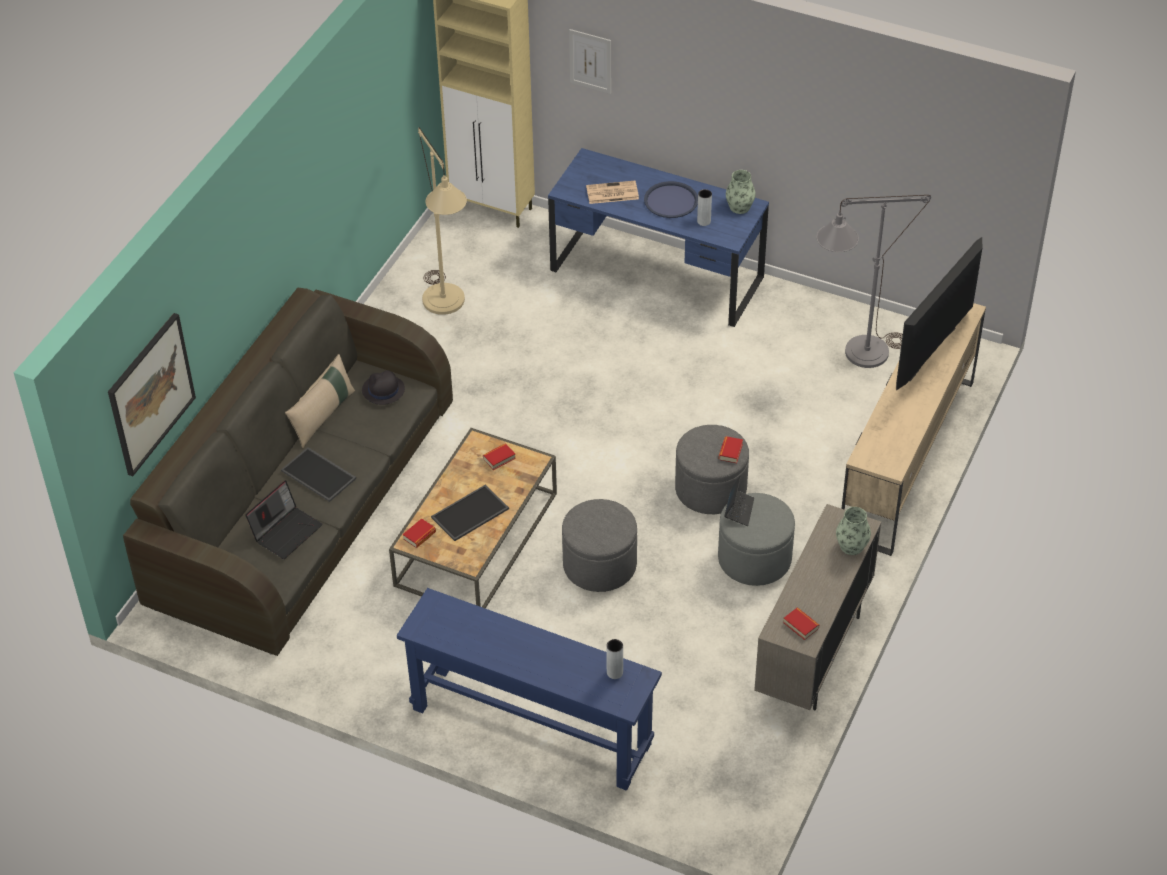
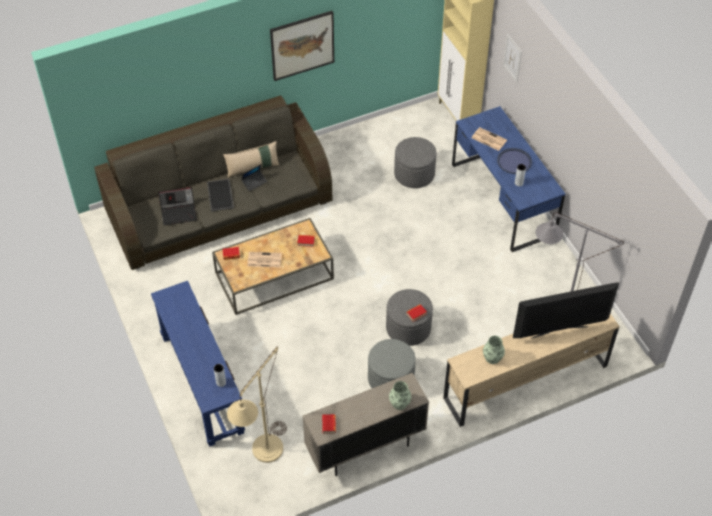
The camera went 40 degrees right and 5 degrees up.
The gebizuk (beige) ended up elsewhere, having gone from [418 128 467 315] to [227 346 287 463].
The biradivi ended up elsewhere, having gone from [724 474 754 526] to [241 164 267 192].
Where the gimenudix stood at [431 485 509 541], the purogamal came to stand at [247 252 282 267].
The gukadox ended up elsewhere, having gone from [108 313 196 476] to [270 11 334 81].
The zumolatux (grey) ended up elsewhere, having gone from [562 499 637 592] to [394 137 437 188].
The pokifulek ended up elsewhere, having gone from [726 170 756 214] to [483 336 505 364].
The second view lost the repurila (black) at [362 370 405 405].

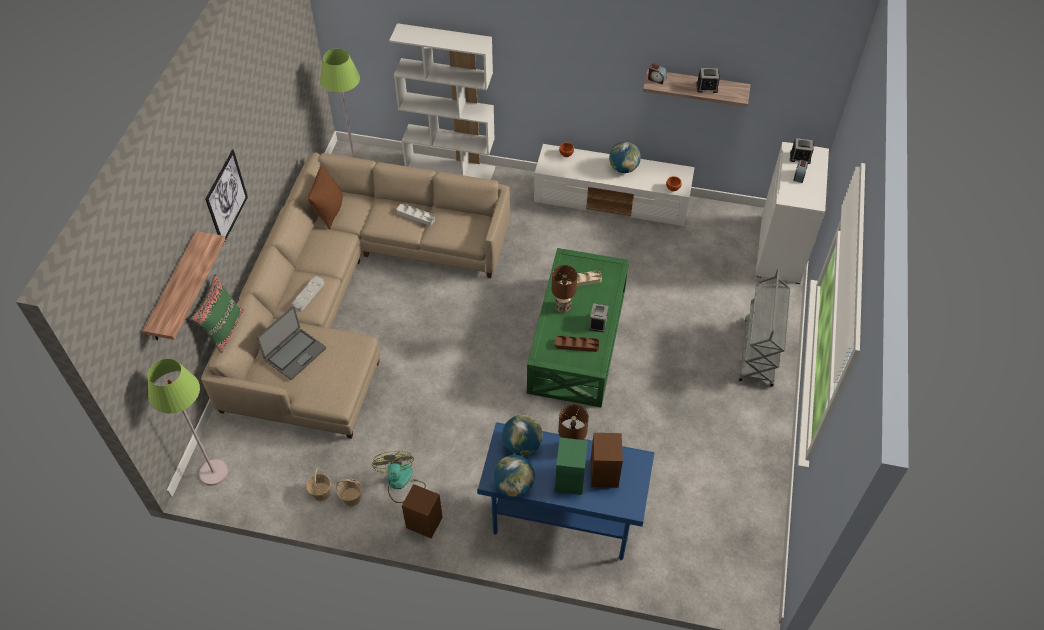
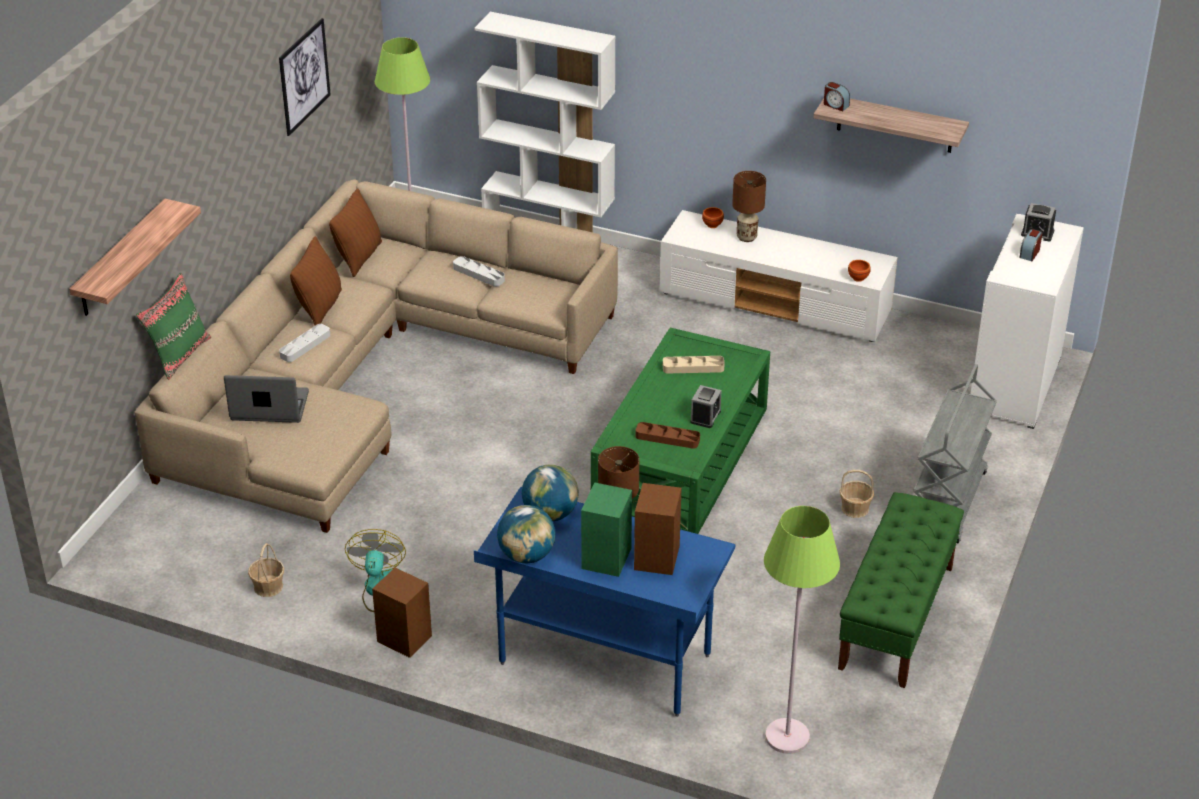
The camera went 10 degrees right and 15 degrees down.
The biradivi at [257 306 326 380] ended up facing another way, 135 degrees counterclockwise from before.
The gukadox ended up elsewhere, having gone from [205 149 248 245] to [279 18 331 136].
The second view gained the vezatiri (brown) at [290 236 342 325].
The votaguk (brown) ended up elsewhere, having gone from [552 265 577 313] to [732 171 766 242].
The gebizuk (green) ended up elsewhere, having gone from [148 359 228 485] to [764 506 840 754].
The second view gained the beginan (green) at [838 492 964 688].
The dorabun ended up elsewhere, having gone from [336 479 362 507] to [840 470 874 518].
The second view lost the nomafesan at [609 142 641 173].
The second view lost the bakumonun at [696 68 720 93].

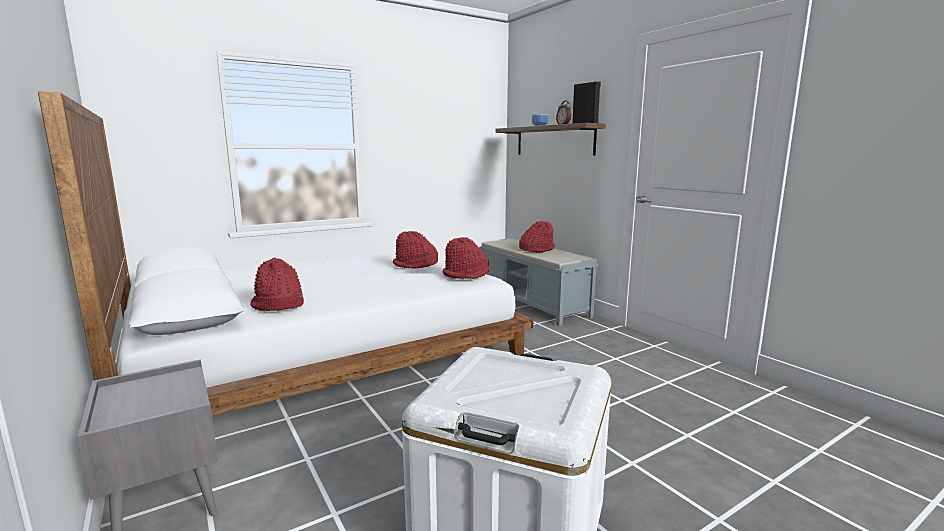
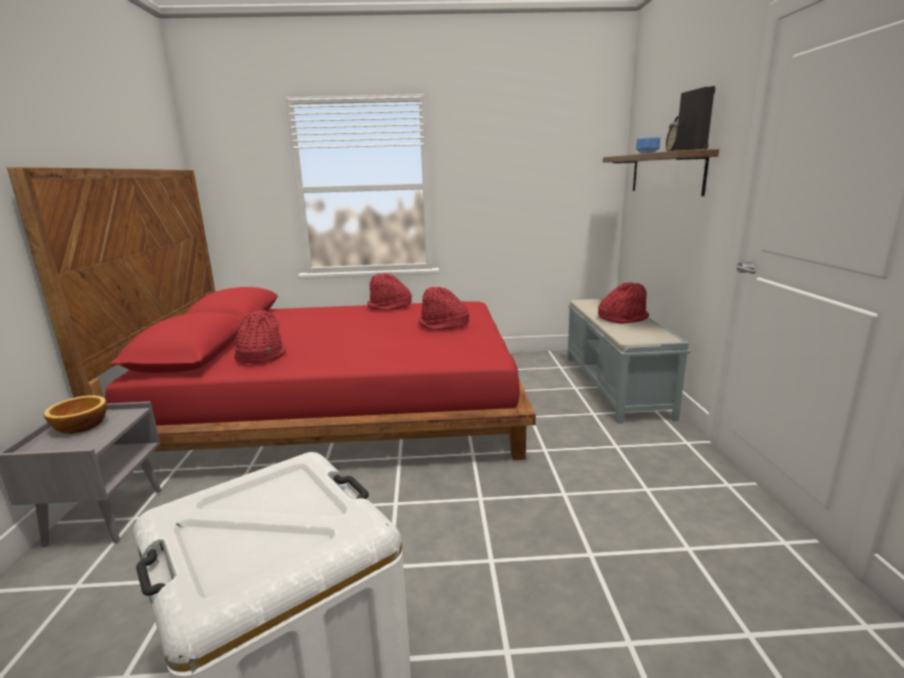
The camera went 30 degrees right and 5 degrees up.
What was the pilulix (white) at [38 91 533 416] turned into the pilulix (red) at [7 167 536 460].
The second view gained the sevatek at [44 395 107 434].
The repurila (red) ended up elsewhere, having gone from [443 237 489 279] to [367 273 412 310].

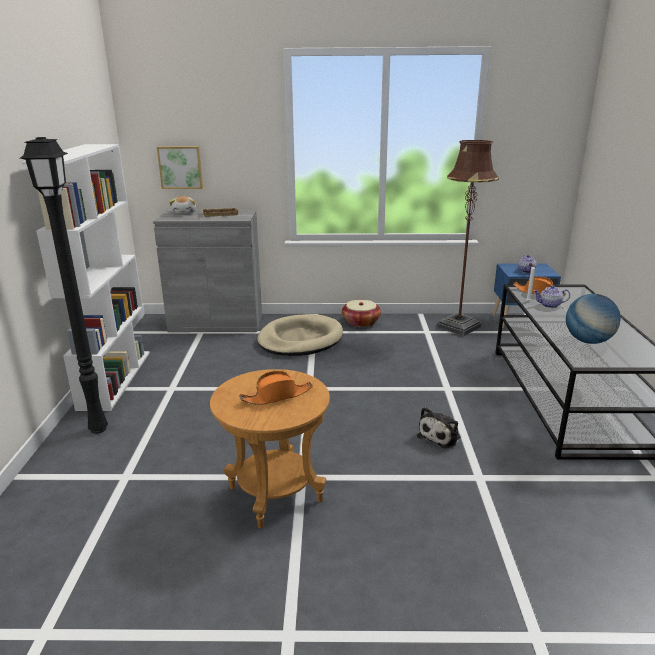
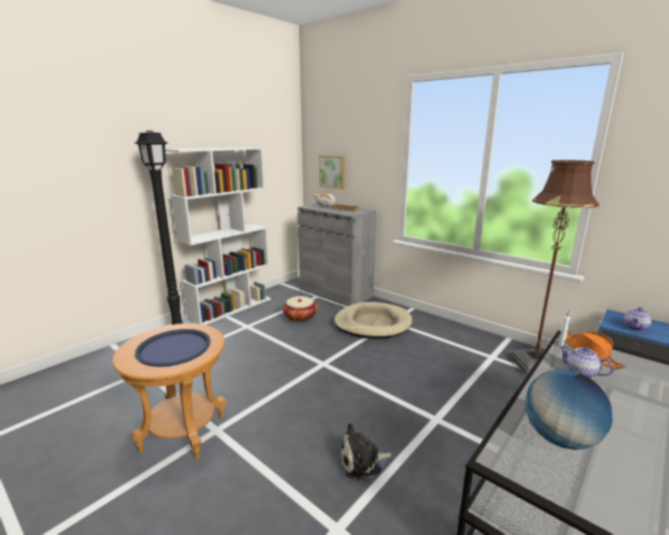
The camera went 40 degrees right and 5 degrees down.
Where the repurila (orange) stood at [239 371 313 405], the gimenudix (blue) came to stand at [135 329 211 367].
The dorabun ended up elsewhere, having gone from [342 300 381 327] to [282 296 318 322].

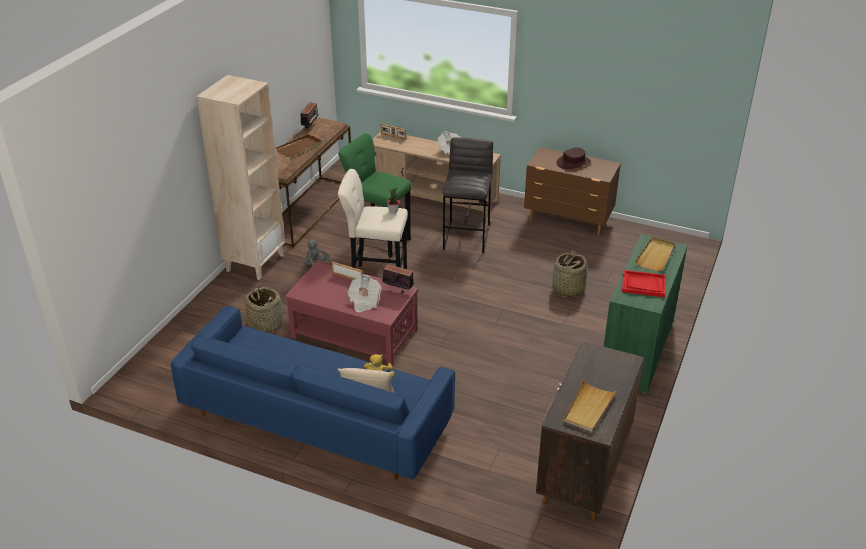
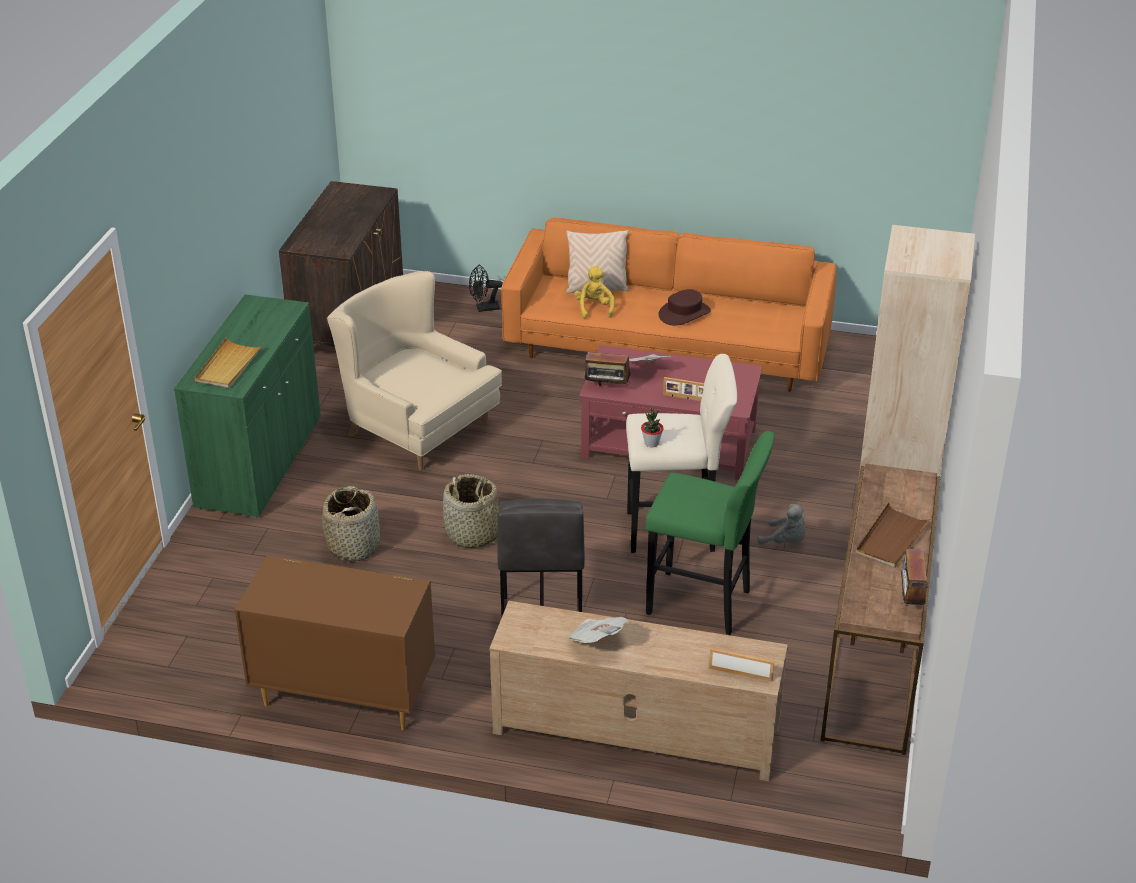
The camera went 170 degrees right and 0 degrees up.
The second view gained the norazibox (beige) at [327 271 502 470].
The dorabun ended up elsewhere, having gone from [245 287 283 333] to [443 474 499 548].
The second view gained the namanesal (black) at [469 265 503 312].
What was the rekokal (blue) at [171 306 455 480] turned into the rekokal (orange) at [501 217 836 392].
The repurila (brown) ended up elsewhere, having gone from [556 147 591 169] to [659 289 711 326].
The second view lost the gimenudix (beige) at [564 380 617 432].
The second view lost the gimenudix (red) at [622 270 665 297].

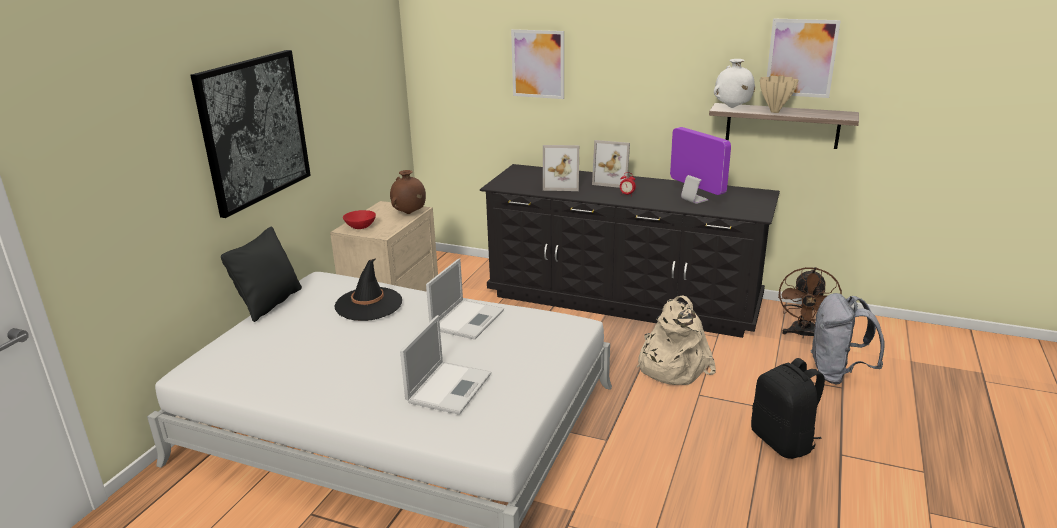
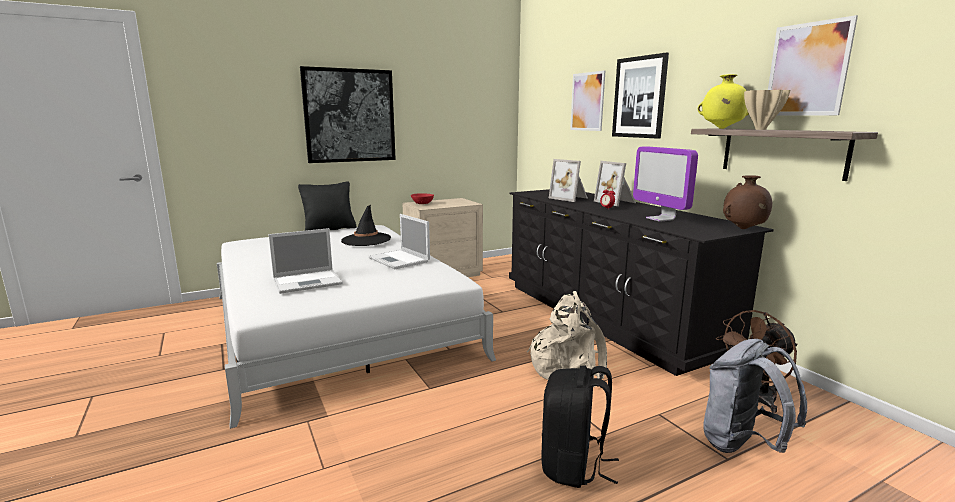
The camera went 40 degrees right and 10 degrees down.
The biradivi at [426 258 504 340] ended up facing another way, 75 degrees clockwise from before.
The second view gained the gukadox at [612 53 669 139].
The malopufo at [670 127 731 204] ended up facing another way, 150 degrees clockwise from before.
What was the pokifulek (white) at [714 59 755 108] turned into the pokifulek (yellow) at [698 74 749 129].
The pokifulek (brown) ended up elsewhere, having gone from [390 170 426 214] to [723 175 772 229].

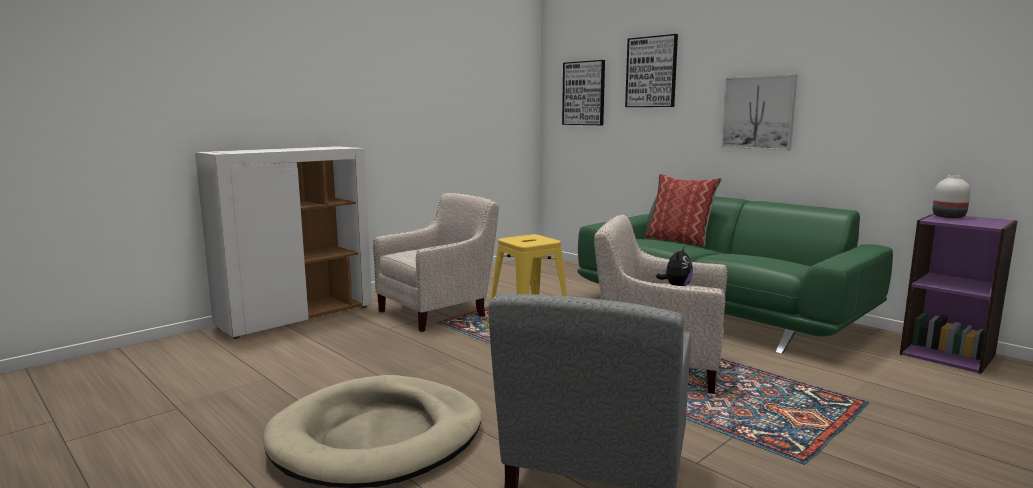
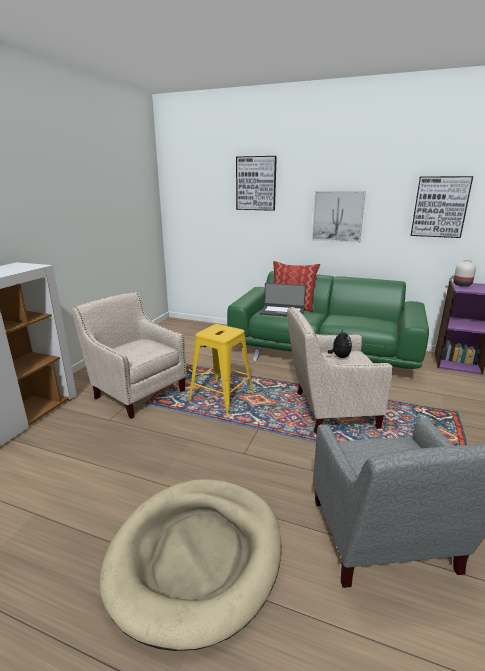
The camera went 25 degrees left and 10 degrees up.
The norazibox (beige) at [373 193 499 332] ended up facing another way, 75 degrees counterclockwise from before.
The second view gained the biradivi at [260 283 306 316].
The gukadox ended up elsewhere, having gone from [562 60 605 125] to [411 176 473 238].

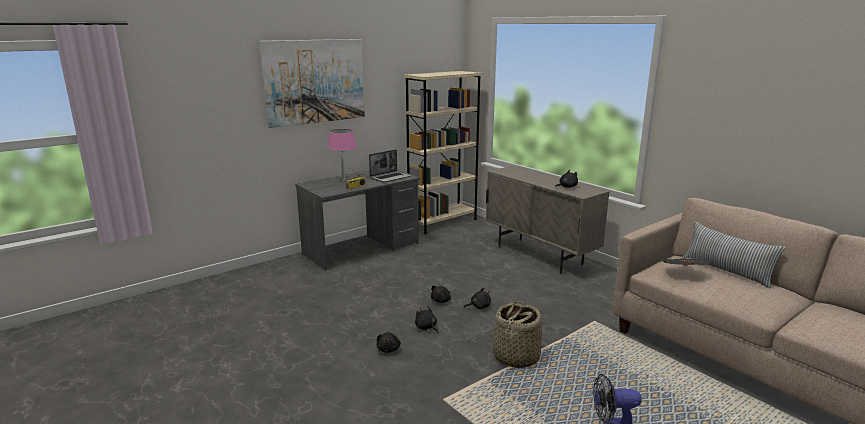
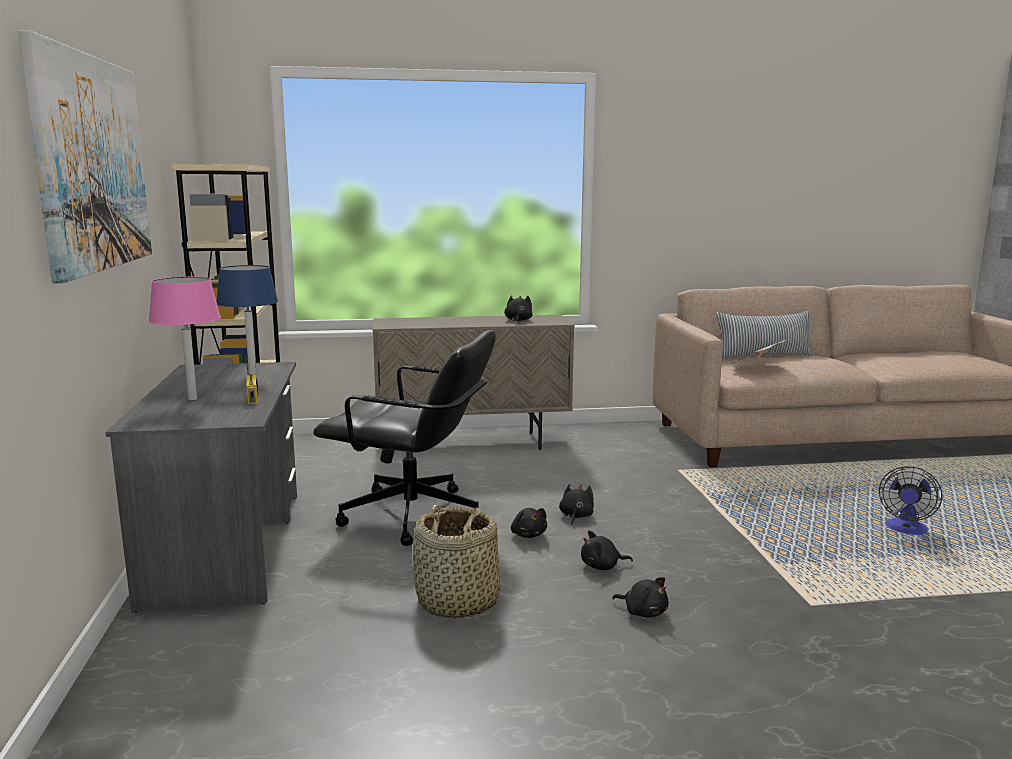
The camera went 60 degrees left and 5 degrees down.
Where the biradivi stood at [369 150 411 183], the votaguk (blue) came to stand at [216 265 278 374].
The second view gained the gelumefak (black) at [313 330 496 546].
The dorabun ended up elsewhere, having gone from [493 301 542 368] to [413 505 500 618].

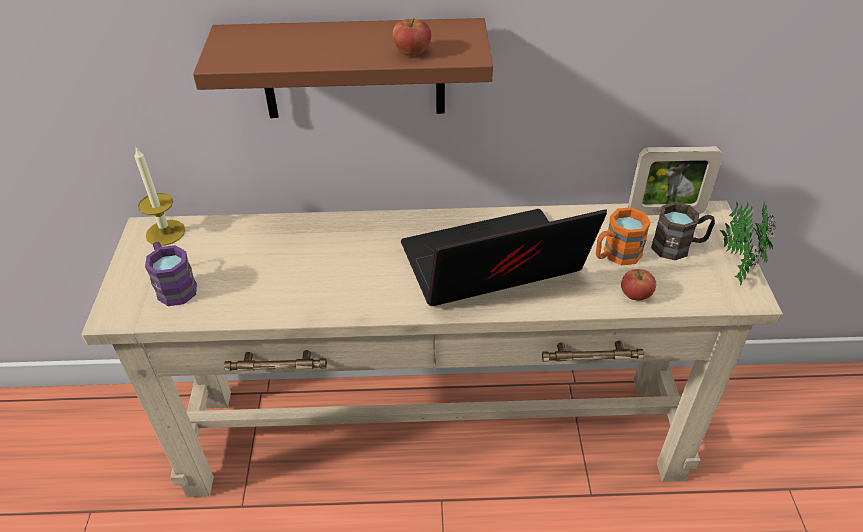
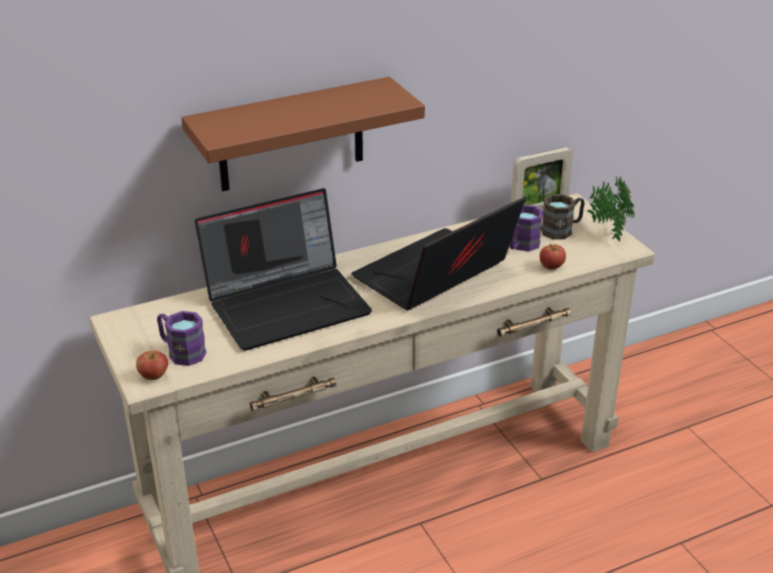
The camera went 25 degrees left and 10 degrees down.
The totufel ended up elsewhere, having gone from [393 18 431 56] to [136 350 168 380].
The second view gained the biradivi at [195 188 372 351].
What was the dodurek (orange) at [596 207 651 265] turned into the dodurek (purple) at [509 205 543 251].
The second view lost the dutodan at [134 146 185 246].

